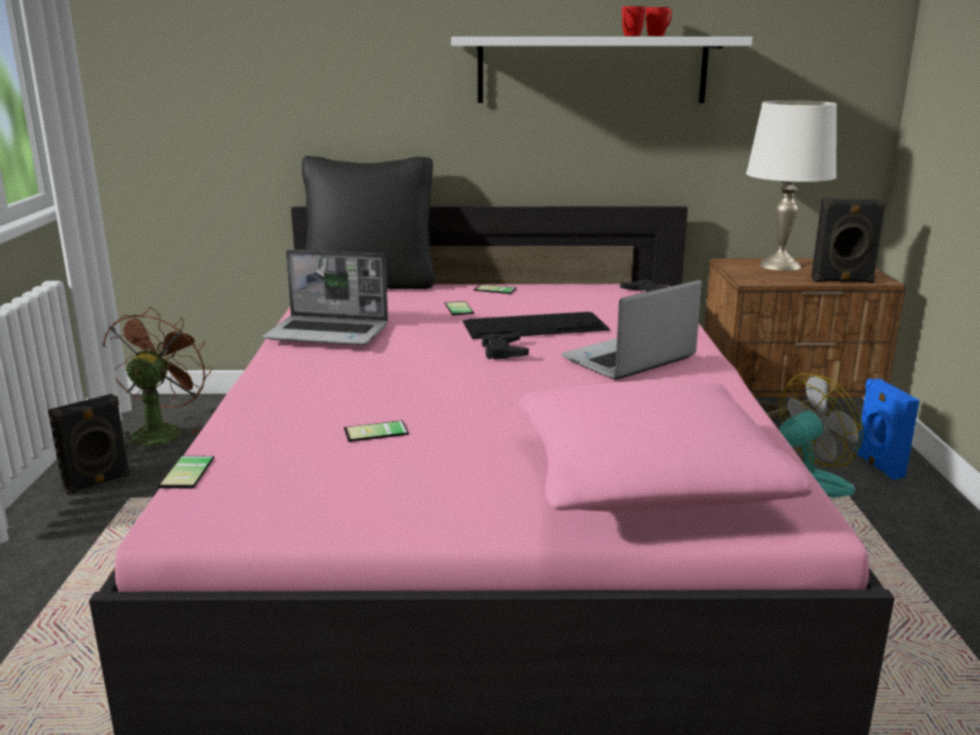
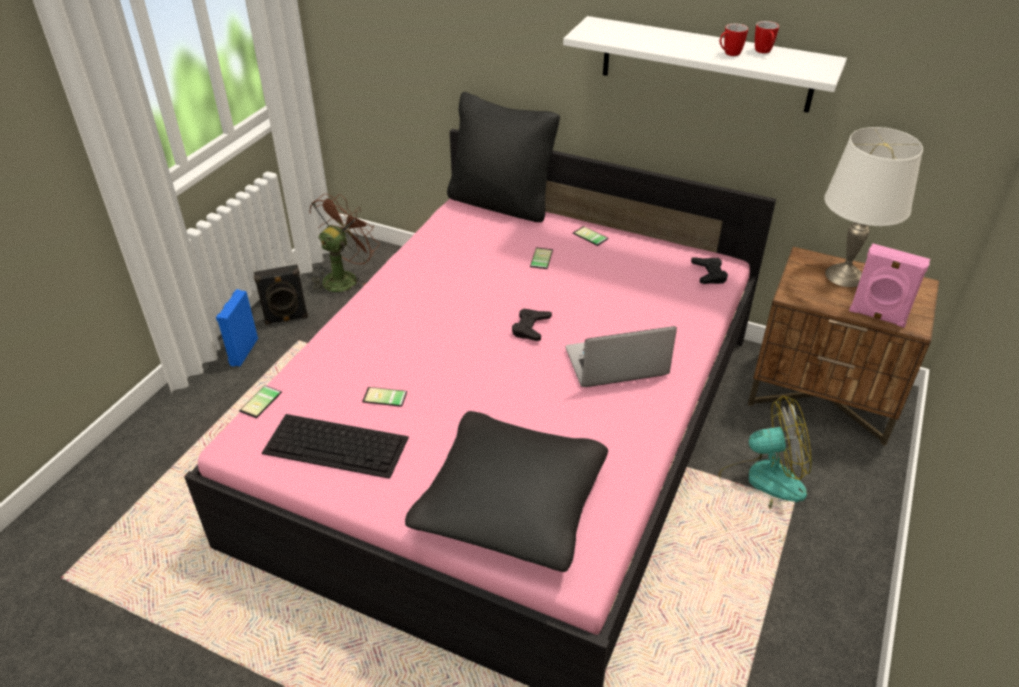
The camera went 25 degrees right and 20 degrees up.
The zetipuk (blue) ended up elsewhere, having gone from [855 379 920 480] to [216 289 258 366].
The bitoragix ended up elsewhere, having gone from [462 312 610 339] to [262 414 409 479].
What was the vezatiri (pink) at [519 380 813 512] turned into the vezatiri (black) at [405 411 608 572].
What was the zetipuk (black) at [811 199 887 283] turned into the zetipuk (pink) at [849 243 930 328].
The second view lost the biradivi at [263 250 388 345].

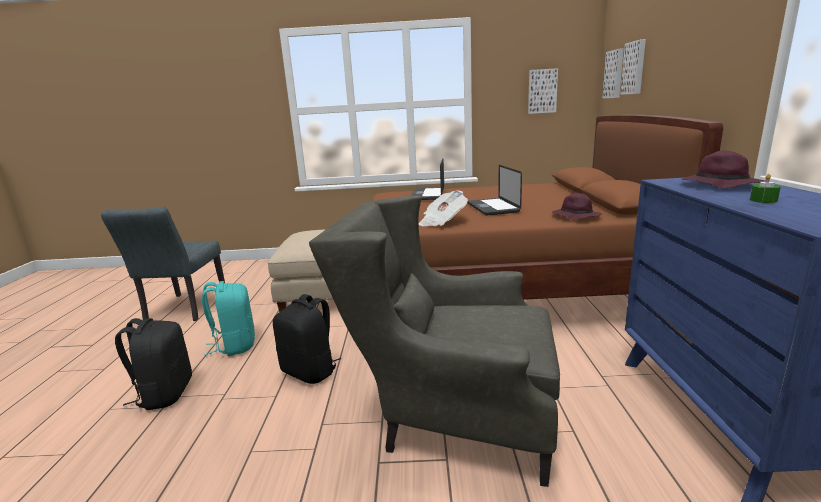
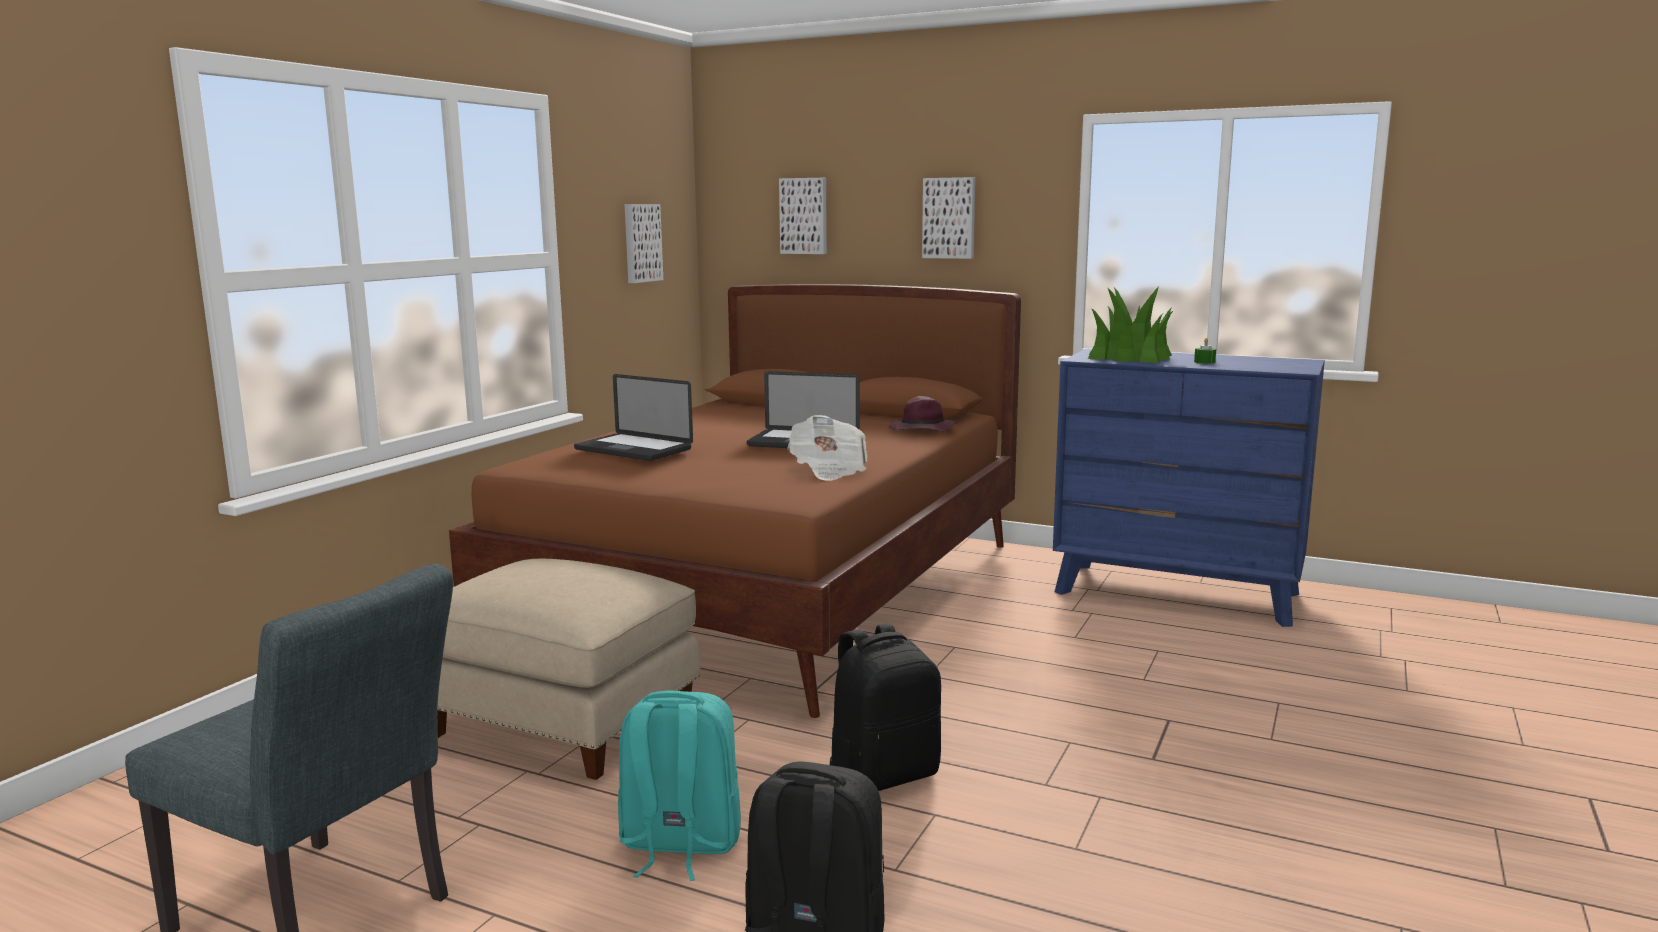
The camera went 65 degrees left and 5 degrees down.
The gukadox ended up elsewhere, having gone from [603 48 624 98] to [922 177 975 259].
Where the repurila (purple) stood at [681 150 765 189], the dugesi came to stand at [1088 286 1174 363].
The second view lost the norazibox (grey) at [309 195 560 487].

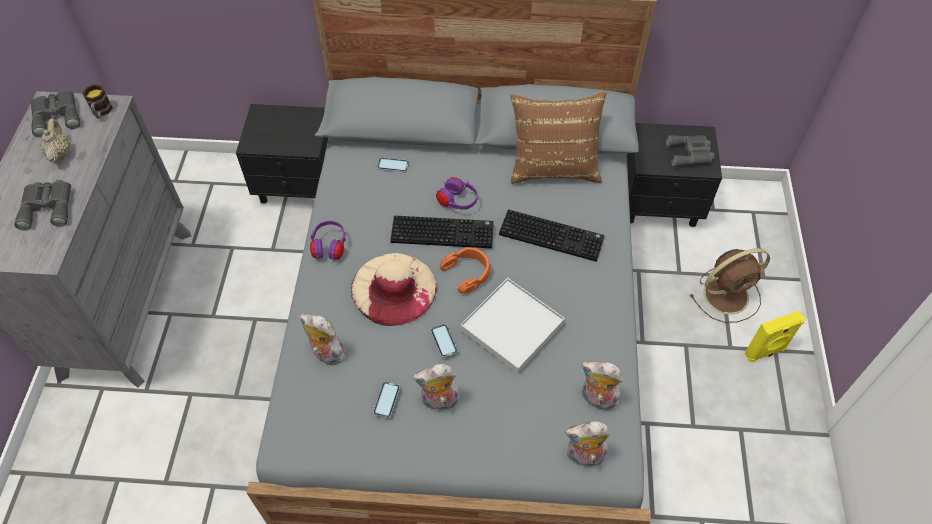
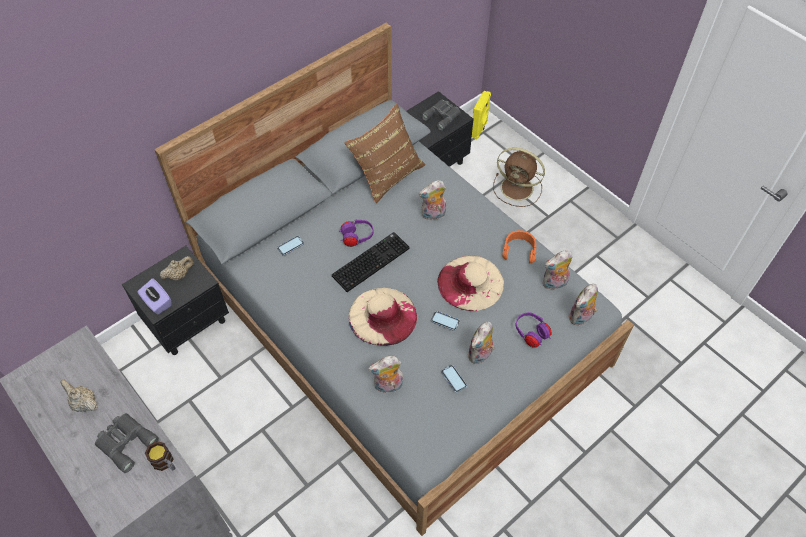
The camera went 45 degrees left and 0 degrees up.
The second view gained the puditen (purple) at [138 278 171 315].
The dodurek ended up elsewhere, having gone from [82 84 113 119] to [145 441 175 471].
The second view gained the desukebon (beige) at [160 256 194 280].
Where the bitoragix stood at [499 209 605 262], the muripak came to stand at [419 180 446 220].
Where the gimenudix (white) stood at [460 278 565 374], the repurila (beige) came to stand at [437 255 504 311].
The zetipuk (yellow) ended up elsewhere, having gone from [745 311 805 362] to [472 91 491 139].
The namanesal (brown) at [690 248 770 323] ended up facing another way, 90 degrees clockwise from before.
The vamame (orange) ended up elsewhere, having gone from [440 247 490 293] to [502 230 536 264].
The vamame (purple) ended up elsewhere, having gone from [310 221 346 260] to [515 312 552 348].
The second view lost the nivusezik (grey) at [31 91 80 137].

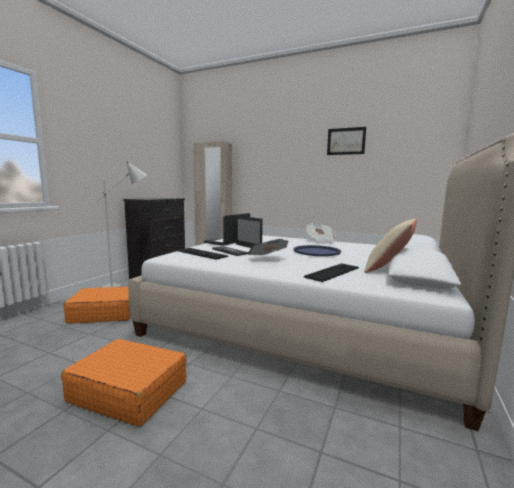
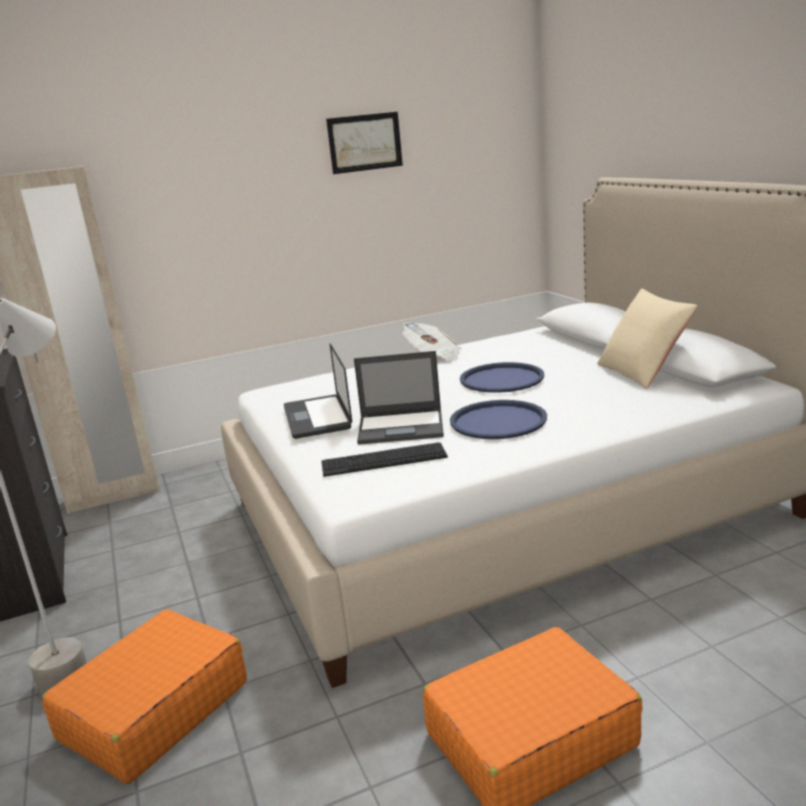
The camera went 45 degrees left and 10 degrees up.
Where the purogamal stood at [248 239 289 255], the gimenudix (blue) came to stand at [450 400 547 439].
The second view lost the bitoragix at [304 263 359 282].

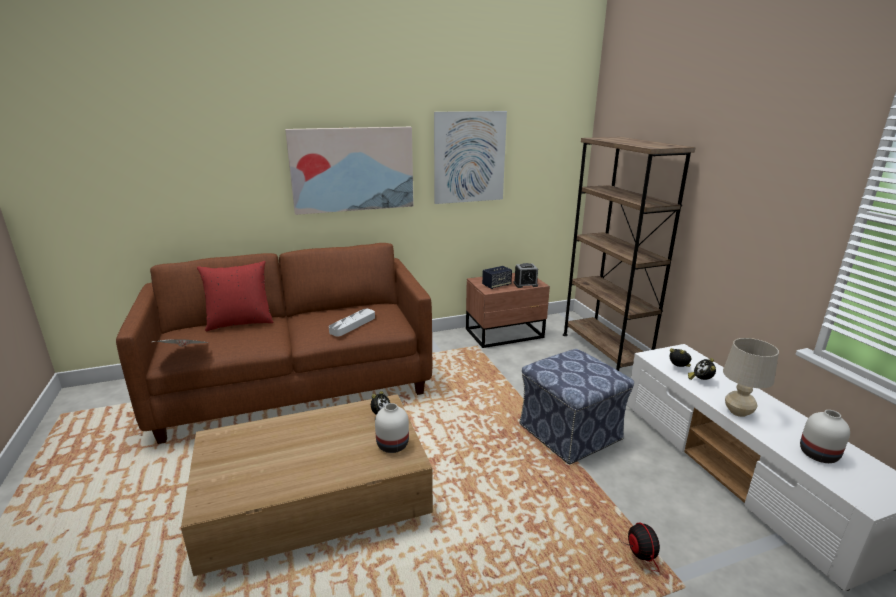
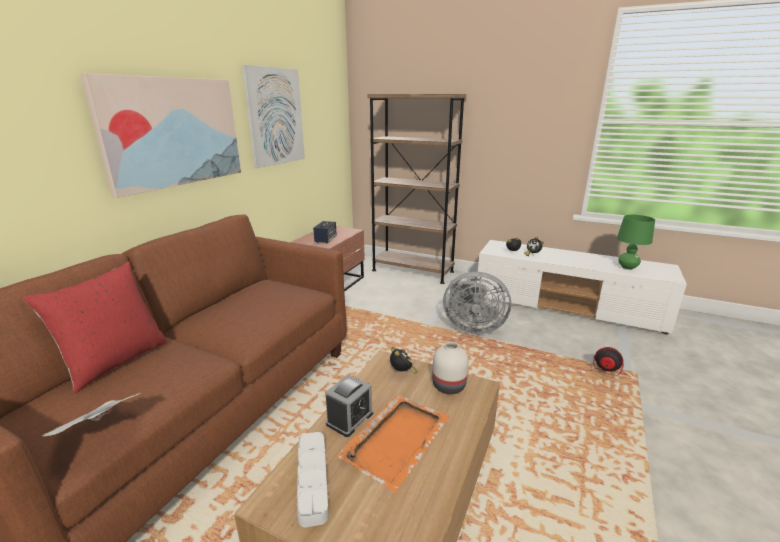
The camera went 45 degrees left and 0 degrees up.
The gimenudix (grey) ended up elsewhere, having gone from [329 309 375 337] to [297 432 329 527].
The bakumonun ended up elsewhere, having gone from [514 263 538 288] to [325 375 373 437].
The second view gained the gimenudix (orange) at [337 394 449 492].
Where the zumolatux stood at [519 349 634 465], the namanesal (grey) came to stand at [443 272 511 334].
Where the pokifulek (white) stood at [800 410 850 463], the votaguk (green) came to stand at [617 215 655 270].
The second view lost the votaguk (beige) at [723 338 779 417].

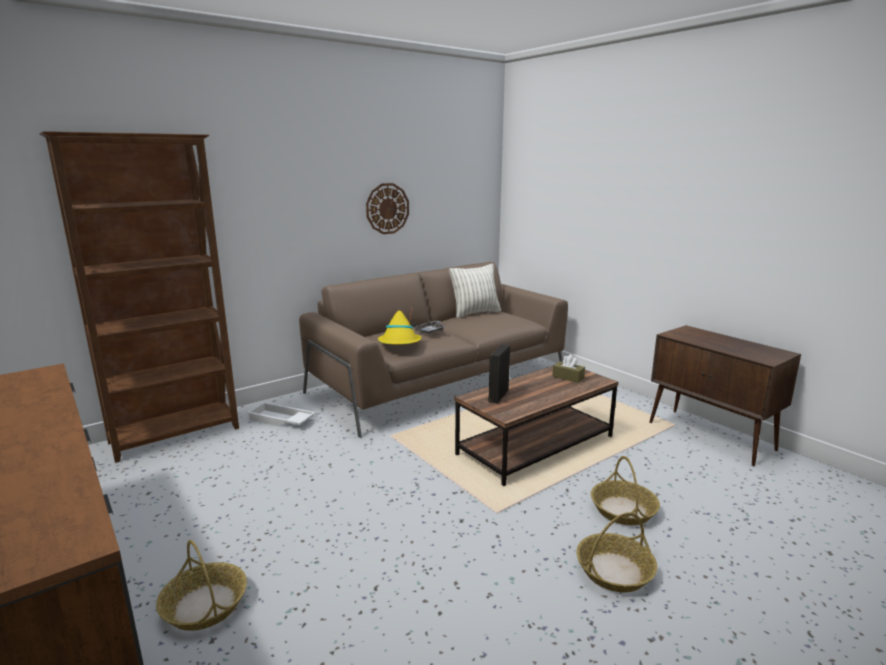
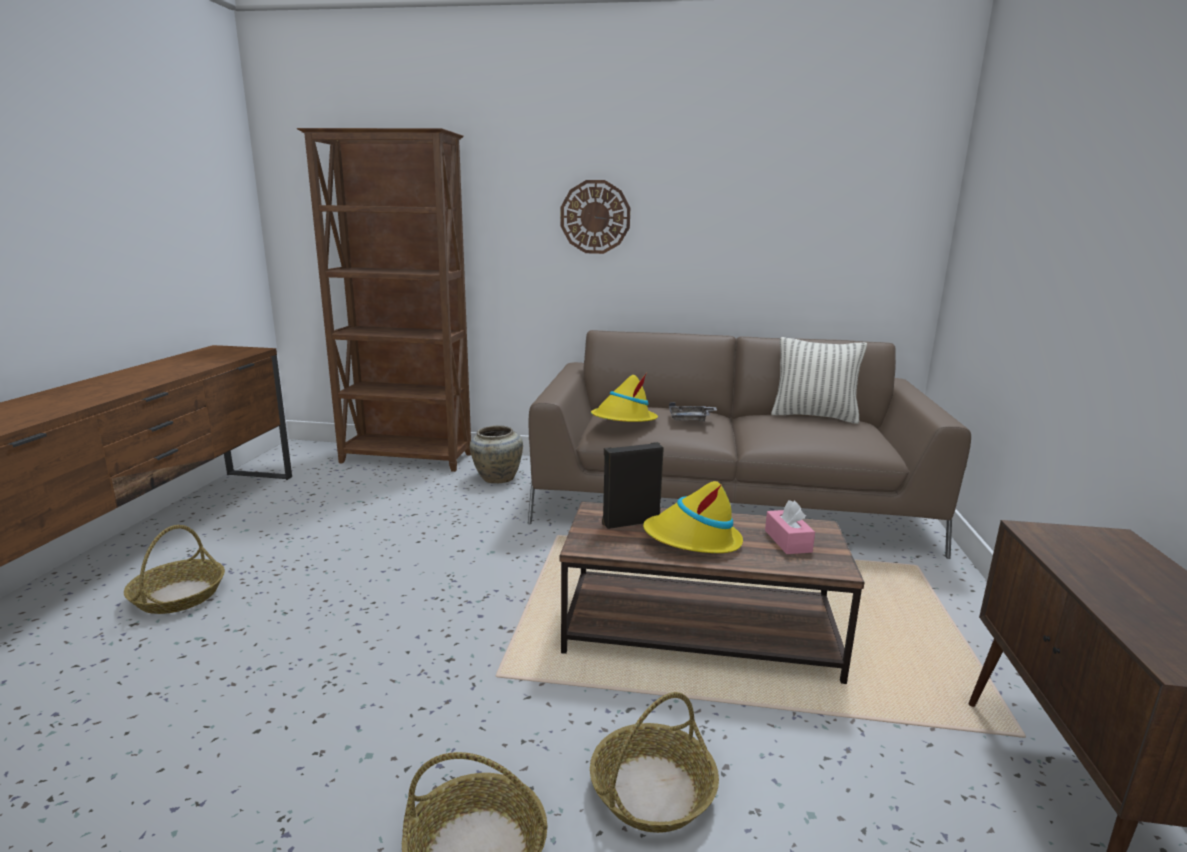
The camera went 45 degrees right and 0 degrees up.
Where the gimenudix (white) stood at [247 402 316 427], the pokifulek (beige) came to stand at [470 425 523 483].
The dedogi ended up elsewhere, having gone from [366 183 409 234] to [561 180 630 254].
The second view gained the repurila (yellow) at [643 481 743 553].
What was the puditen (brown) at [552 355 585 383] turned into the puditen (pink) at [765 500 815 554].

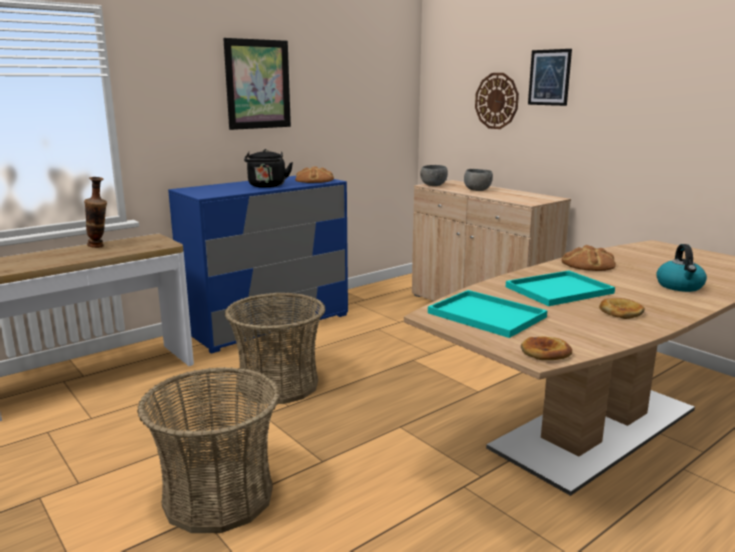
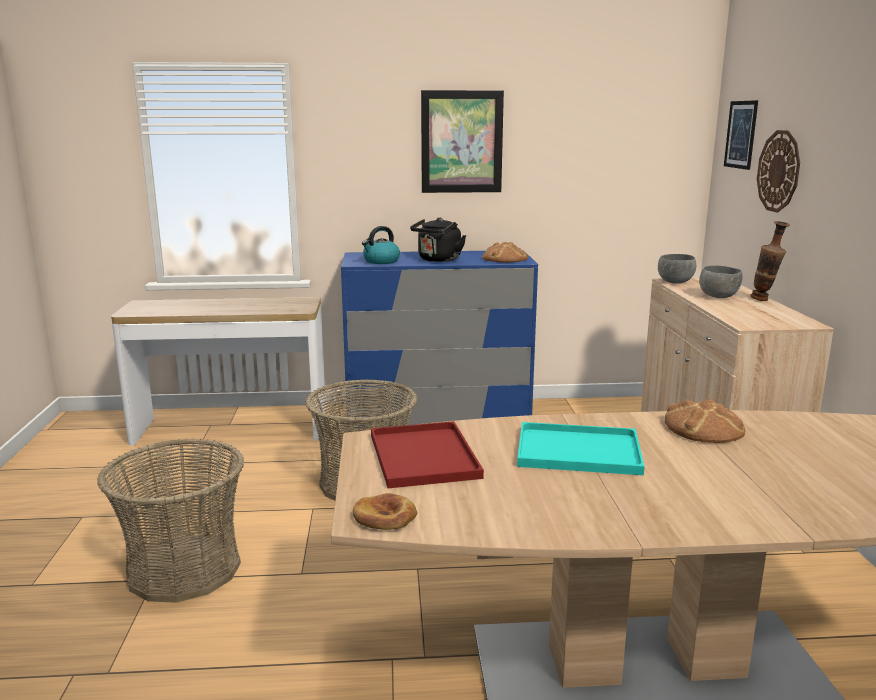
The camera went 35 degrees right and 0 degrees up.
The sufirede ended up elsewhere, having gone from [656 244 707 292] to [362 226 400 264].
What was the gimenudix (turquoise) at [428 290 547 338] turned into the gimenudix (red) at [371 421 484 488].
The gukadox ended up elsewhere, having gone from [528 49 572 106] to [724 100 758 170].
The pokifulek ended up elsewhere, having gone from [84 177 107 248] to [750 221 790 301].
The second view lost the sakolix at [599 298 645 319].

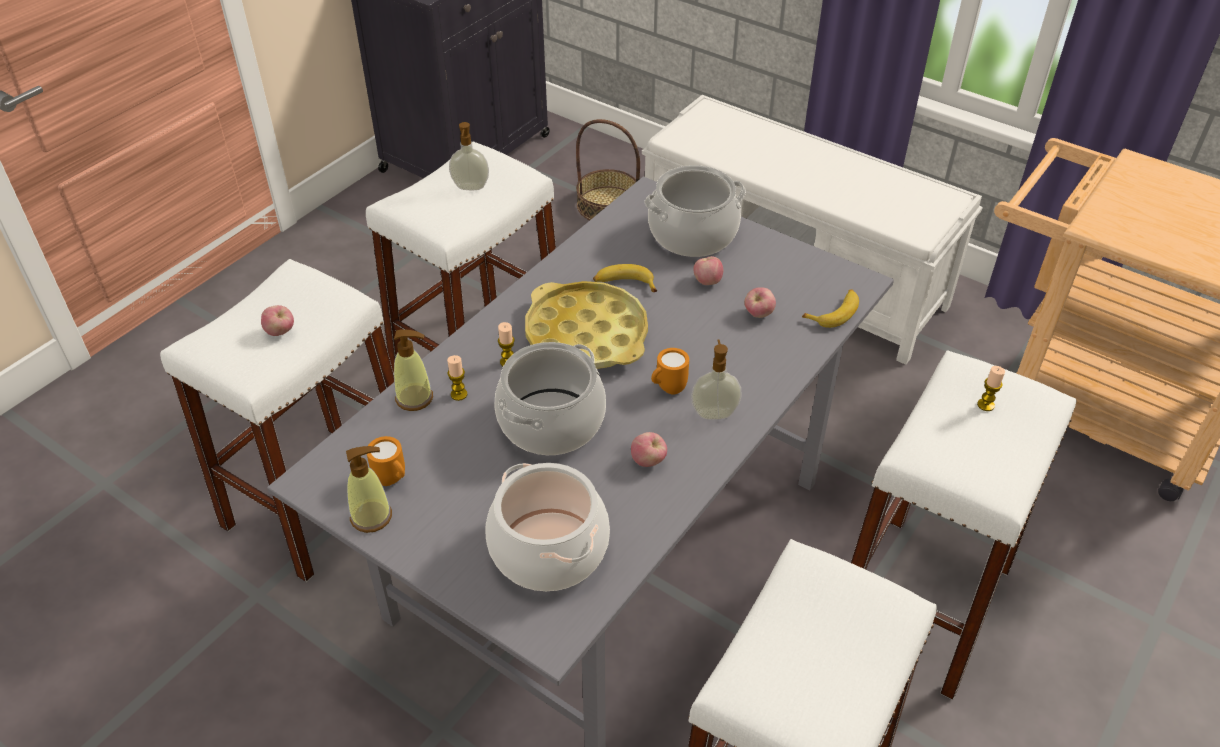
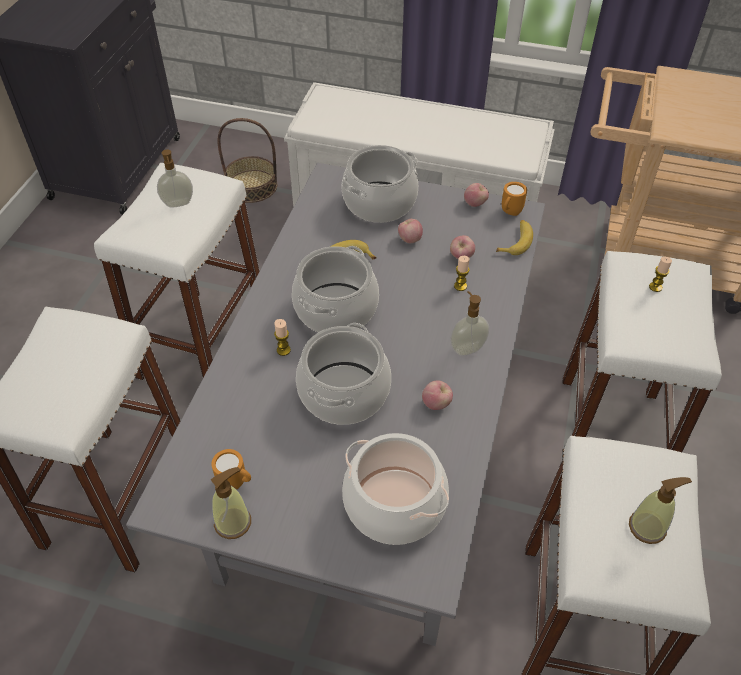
The camera went 20 degrees left and 5 degrees up.
Where the gimenudix (yellow) stood at [525 281 648 369], the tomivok came to stand at [292 246 379 332].
The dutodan ended up elsewhere, having gone from [447 355 467 401] to [454 256 470 291].
The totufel ended up elsewhere, having gone from [261 305 294 336] to [464 183 489 207].
The dodurek (orange) ended up elsewhere, having gone from [651 348 689 395] to [502 182 527 216].
The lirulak ended up elsewhere, having gone from [394 329 433 411] to [629 477 692 544].

